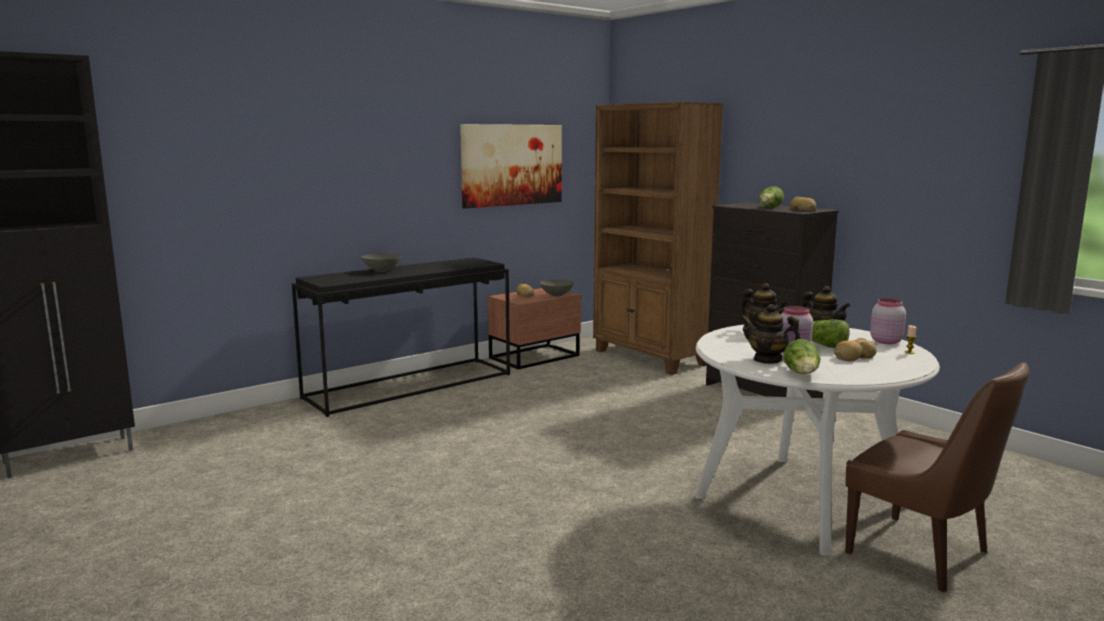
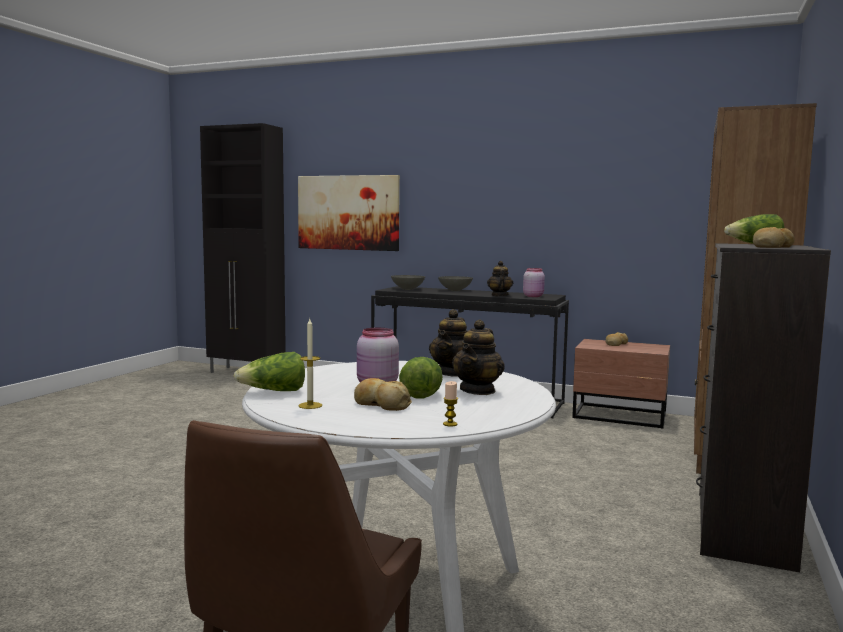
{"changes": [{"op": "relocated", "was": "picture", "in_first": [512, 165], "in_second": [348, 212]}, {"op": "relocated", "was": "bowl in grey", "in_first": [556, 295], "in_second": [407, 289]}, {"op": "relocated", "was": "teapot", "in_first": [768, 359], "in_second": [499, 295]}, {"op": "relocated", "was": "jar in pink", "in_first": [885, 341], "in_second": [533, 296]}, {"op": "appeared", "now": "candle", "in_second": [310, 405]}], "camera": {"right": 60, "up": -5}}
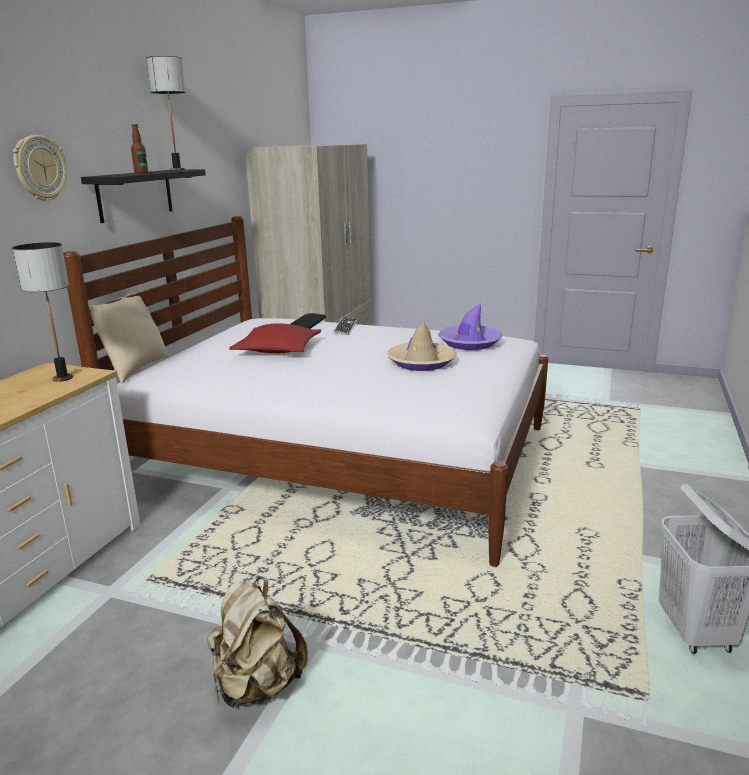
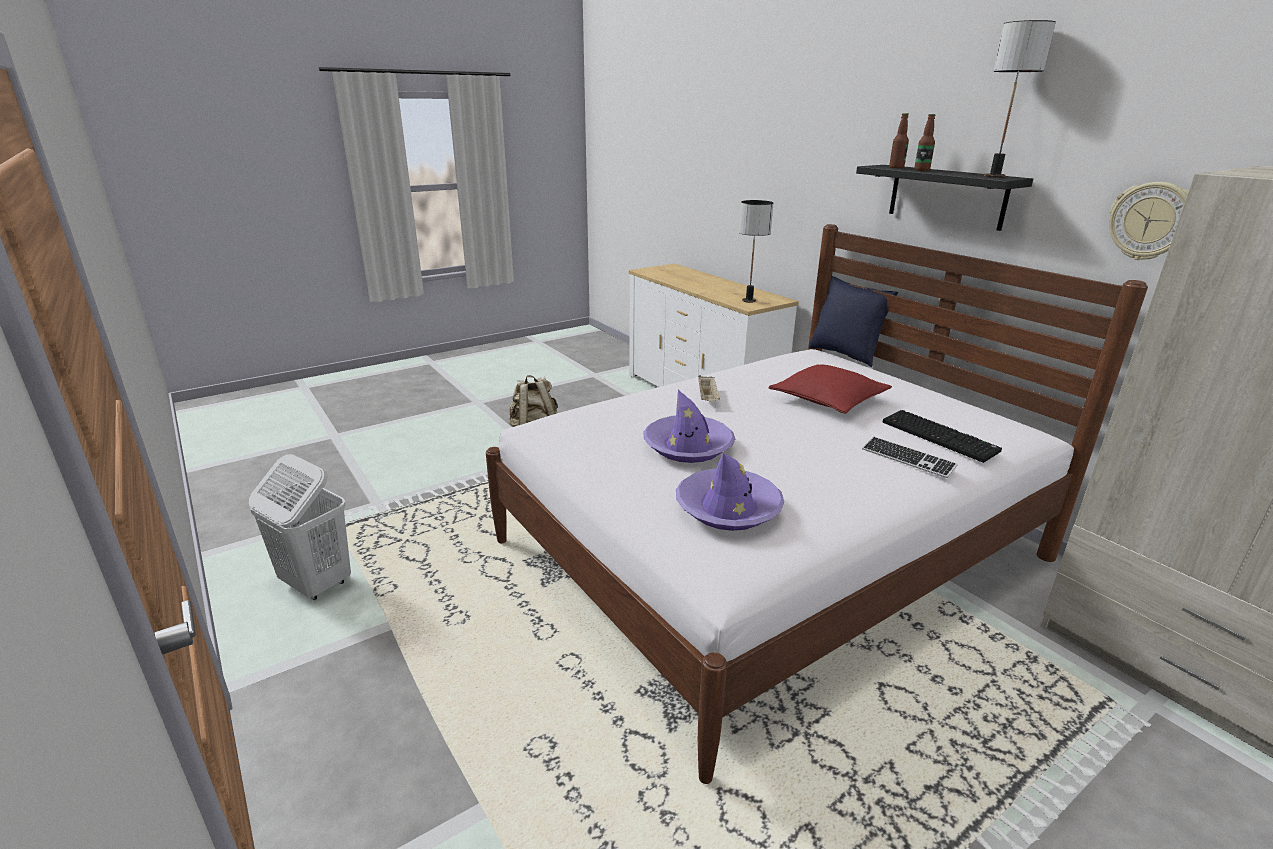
{"changes": [{"op": "relocated", "was": "wall clock", "in_first": [39, 168], "in_second": [1150, 221]}, {"op": "colour", "was": "pillow in beige", "now": "pillow in blue", "in_first": [134, 369], "in_second": [845, 355]}, {"op": "colour", "was": "hat in beige", "now": "hat in purple", "in_first": [421, 362], "in_second": [688, 447]}, {"op": "appeared", "now": "tray in beige", "in_second": [708, 398]}, {"op": "appeared", "now": "bottle", "in_second": [896, 167]}], "camera": {"right": 125, "up": 5}}
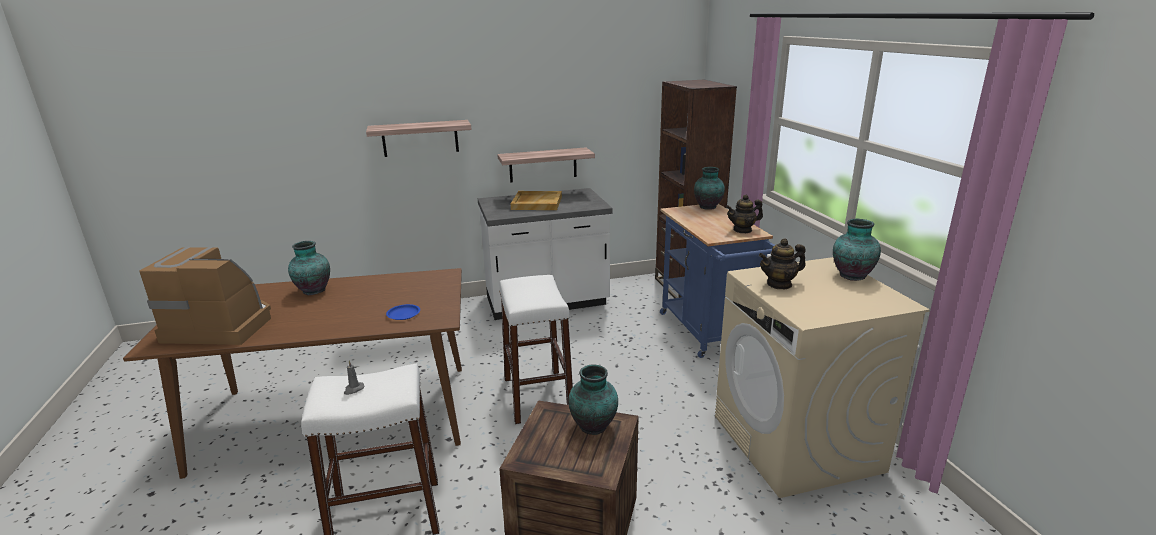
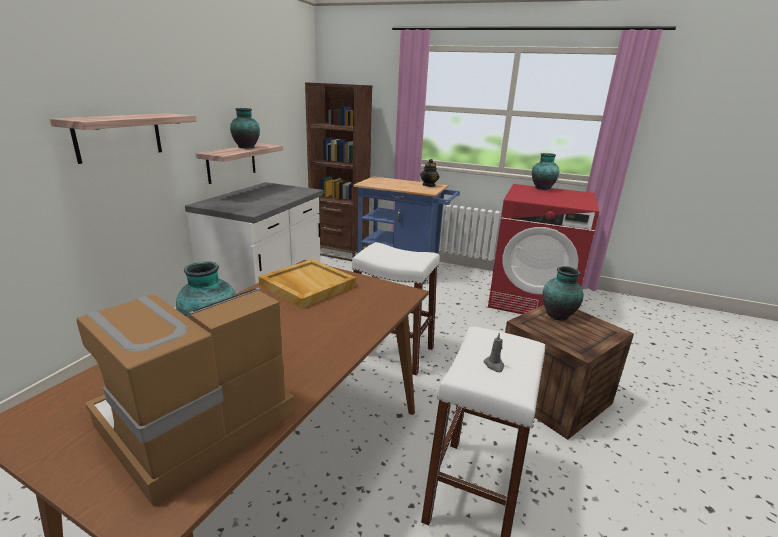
{"changes": [{"op": "missing", "was": "plate in blue", "in_first": [403, 314]}, {"op": "relocated", "was": "tray in beige", "in_first": [536, 203], "in_second": [307, 285]}, {"op": "relocated", "was": "vase", "in_first": [708, 207], "in_second": [247, 147]}, {"op": "colour", "was": "washing machine in beige", "now": "washing machine in red", "in_first": [796, 443], "in_second": [532, 300]}, {"op": "missing", "was": "teapot", "in_first": [779, 284]}], "camera": {"right": -55, "up": 0}}
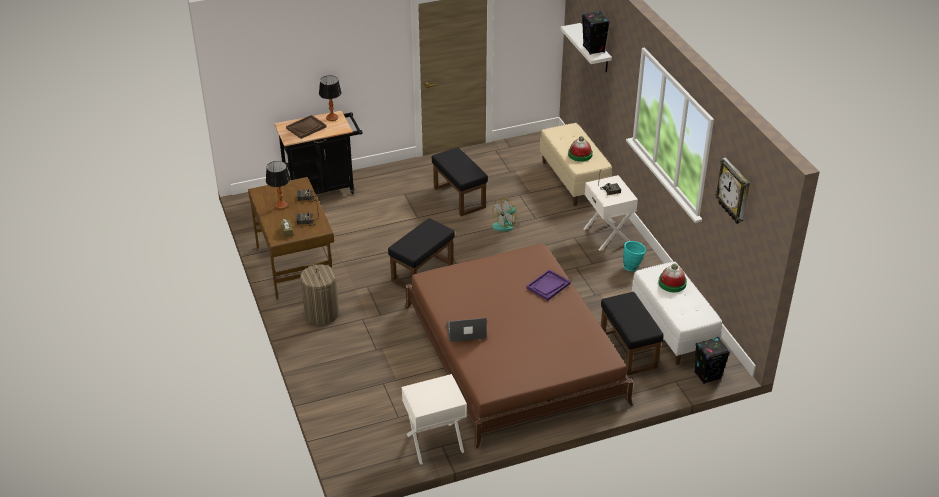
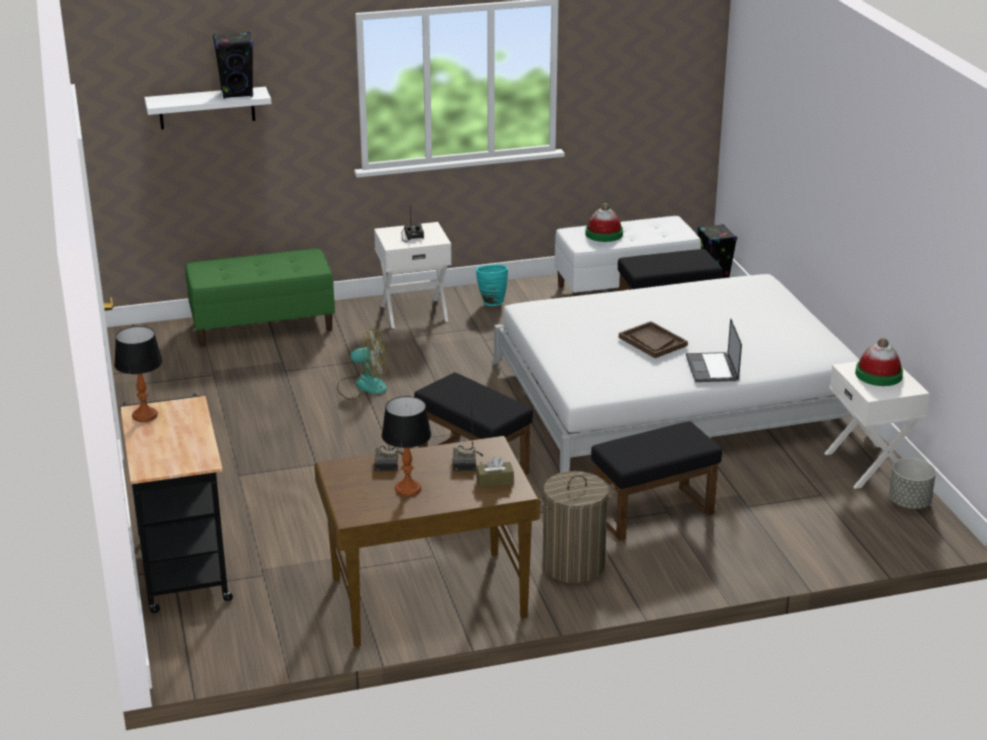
{"changes": [{"op": "relocated", "was": "tray in brown", "in_first": [306, 127], "in_second": [652, 341]}, {"op": "colour", "was": "bed in brown", "now": "bed in white", "in_first": [513, 353], "in_second": [674, 398]}, {"op": "relocated", "was": "ottoman in black", "in_first": [458, 197], "in_second": [652, 514]}, {"op": "spun", "was": "fan", "in_first": [506, 224], "in_second": [363, 385], "clockwise": -45}, {"op": "missing", "was": "tray in purple", "in_first": [548, 286]}, {"op": "colour", "was": "bench in beige", "now": "bench in green", "in_first": [574, 180], "in_second": [263, 325]}, {"op": "relocated", "was": "hat", "in_first": [580, 154], "in_second": [878, 374]}, {"op": "missing", "was": "wall clock", "in_first": [734, 191]}, {"op": "appeared", "now": "planter in grey", "in_second": [909, 503]}], "camera": {"right": -85, "up": -10}}
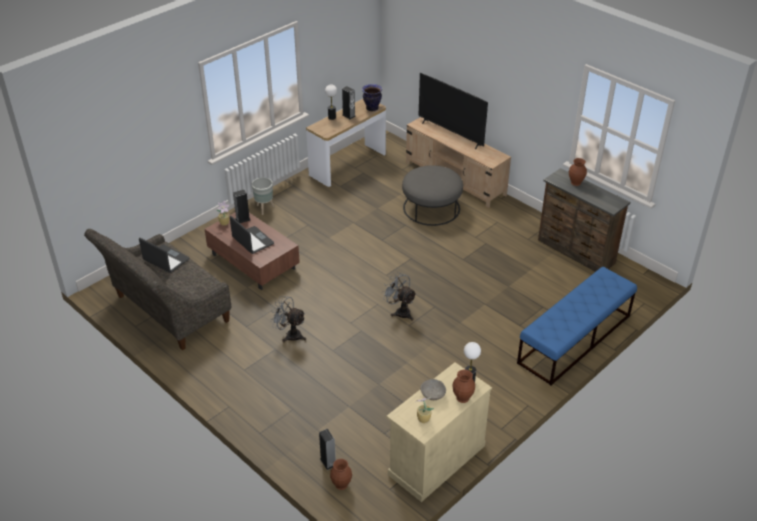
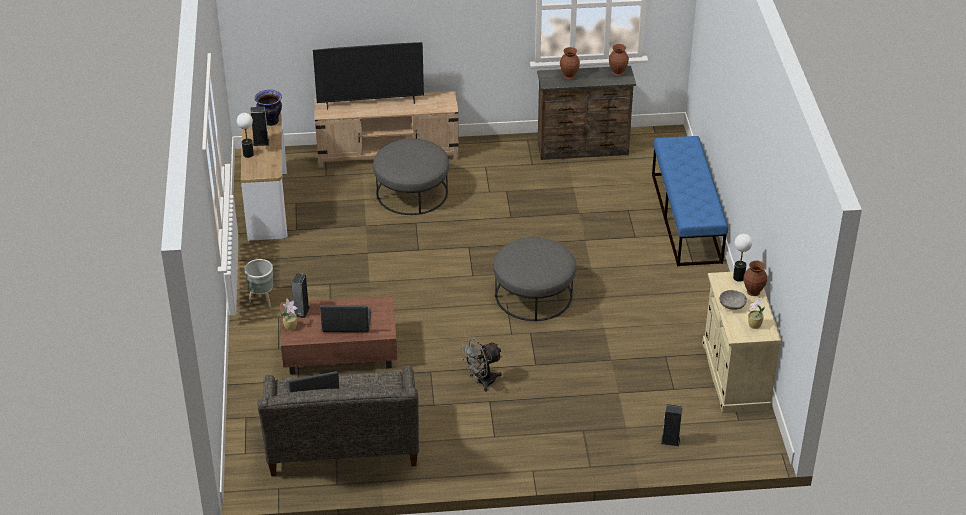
{"changes": [{"op": "relocated", "was": "vase in brown", "in_first": [341, 485], "in_second": [618, 72]}, {"op": "exchanged", "was": "fan in grey", "now": "ottoman in grey", "in_first": [400, 311], "in_second": [534, 295]}], "camera": {"right": -50, "up": 0}}
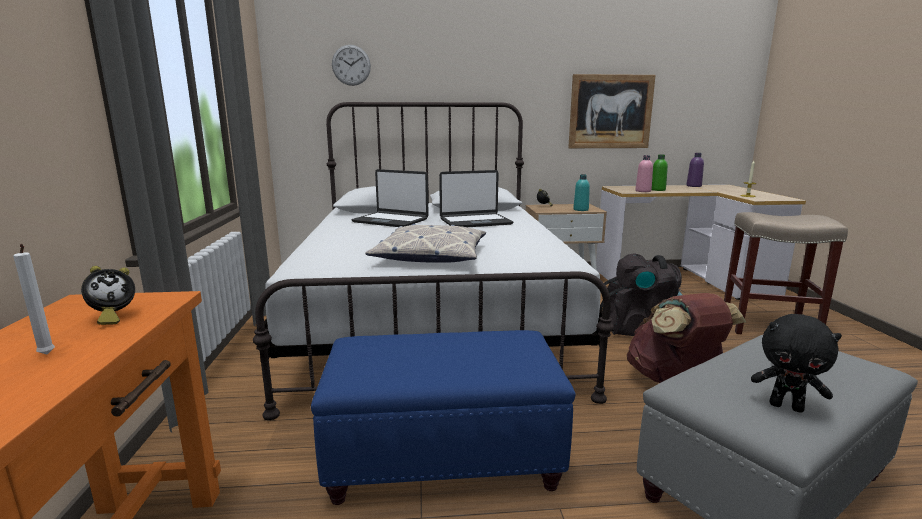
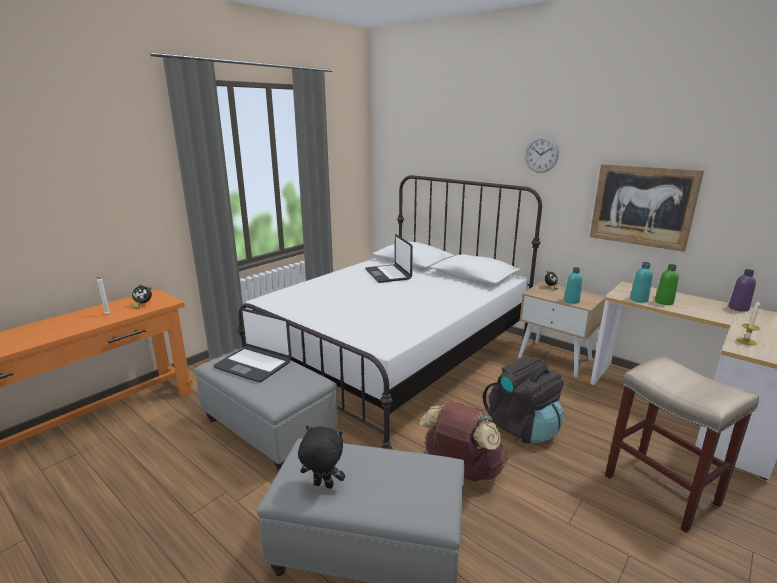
{"changes": [{"op": "colour", "was": "ottoman in blue", "now": "ottoman in grey", "in_first": [445, 457], "in_second": [269, 429]}, {"op": "relocated", "was": "wall clock", "in_first": [351, 65], "in_second": [541, 154]}, {"op": "missing", "was": "pillow", "in_first": [431, 255]}, {"op": "relocated", "was": "laptop", "in_first": [475, 222], "in_second": [254, 364]}, {"op": "colour", "was": "bottle in pink", "now": "bottle in turquoise", "in_first": [643, 191], "in_second": [639, 299]}, {"op": "spun", "was": "plush toy in black", "in_first": [786, 406], "in_second": [322, 486], "clockwise": 120}], "camera": {"right": 45, "up": 5}}
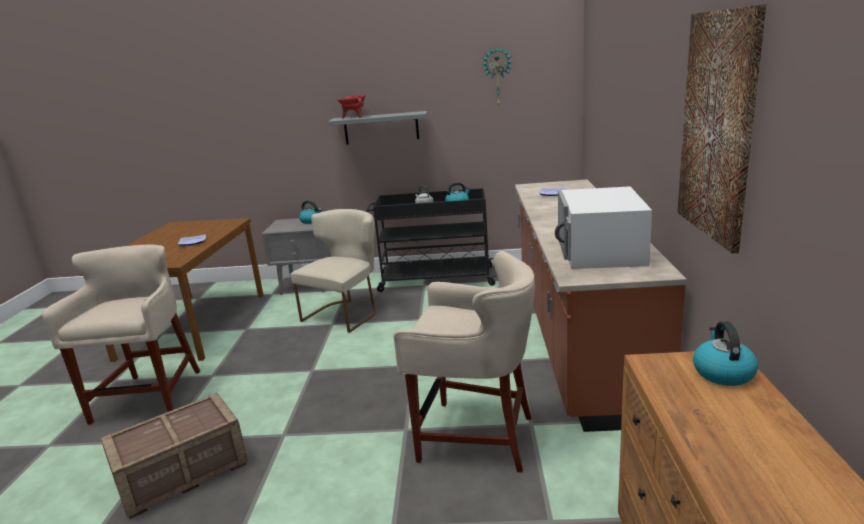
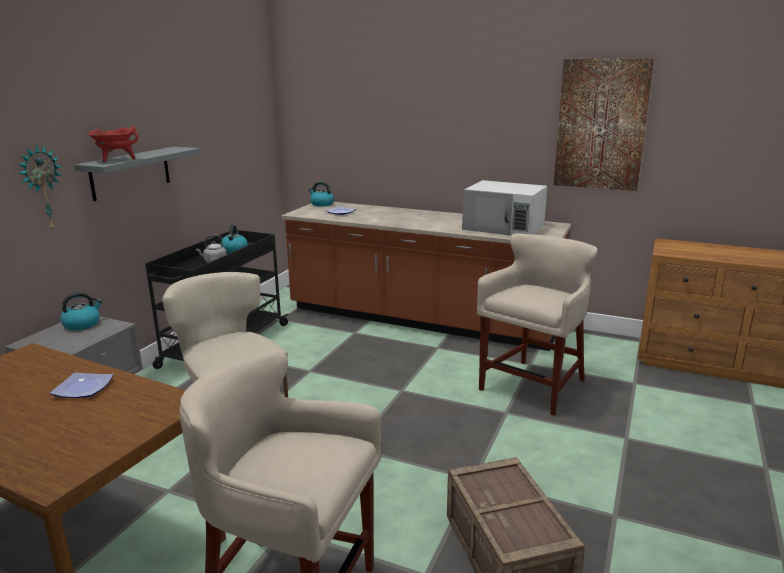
{"changes": [{"op": "relocated", "was": "wall clock", "in_first": [497, 76], "in_second": [42, 189]}, {"op": "relocated", "was": "kettle", "in_first": [722, 372], "in_second": [321, 204]}], "camera": {"right": -70, "up": 0}}
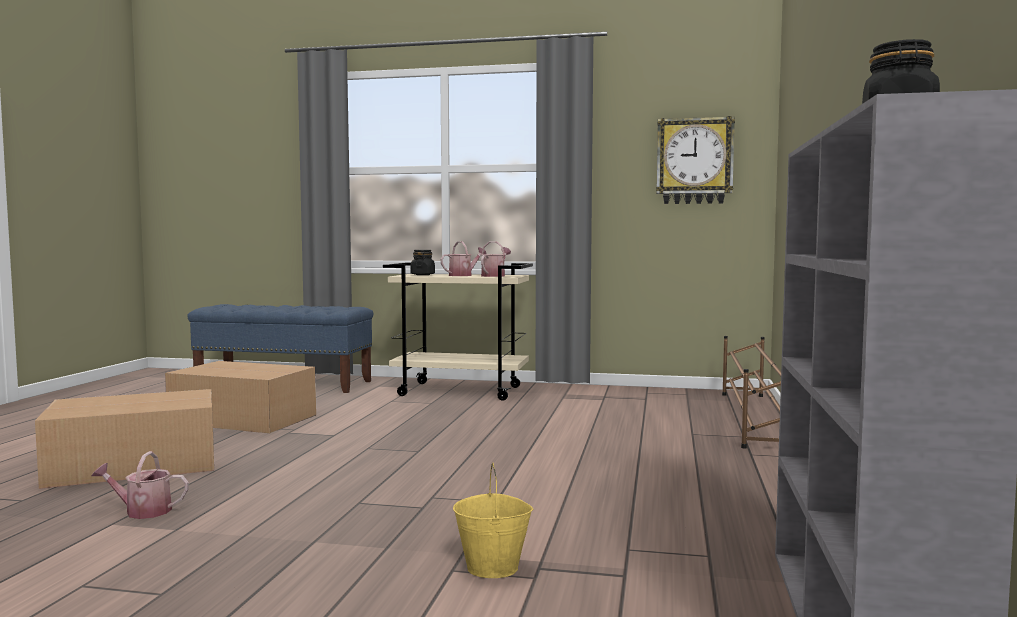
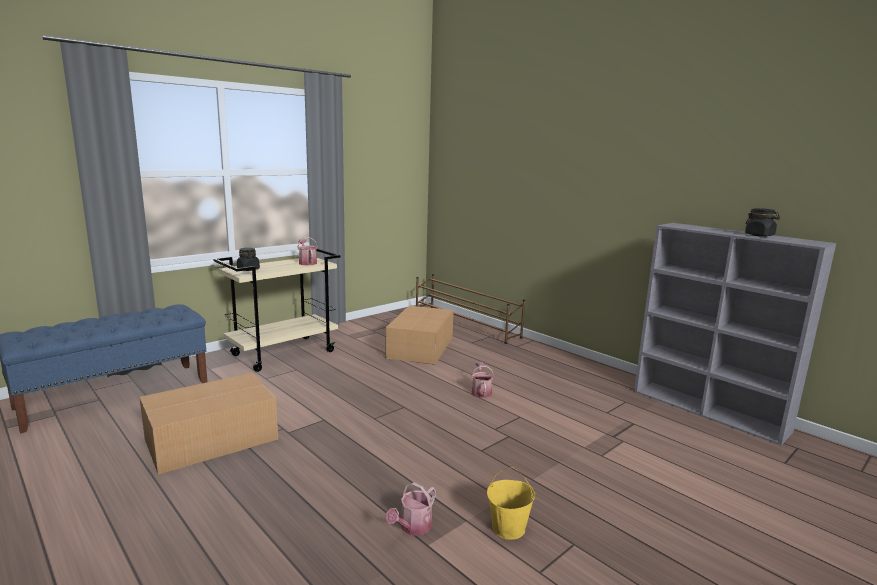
{"changes": [{"op": "relocated", "was": "cardboard box", "in_first": [137, 465], "in_second": [421, 347]}, {"op": "relocated", "was": "watering can", "in_first": [463, 275], "in_second": [481, 392]}, {"op": "relocated", "was": "bucket in yellow", "in_first": [493, 568], "in_second": [508, 528]}, {"op": "missing", "was": "wall clock", "in_first": [694, 161]}], "camera": {"right": -55, "up": 10}}
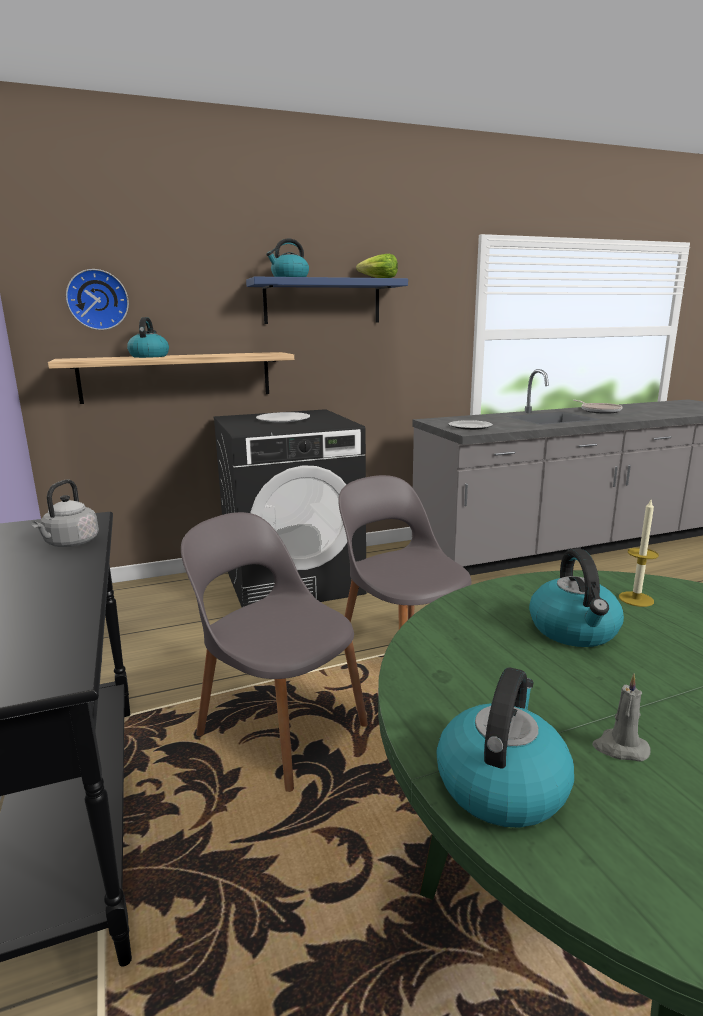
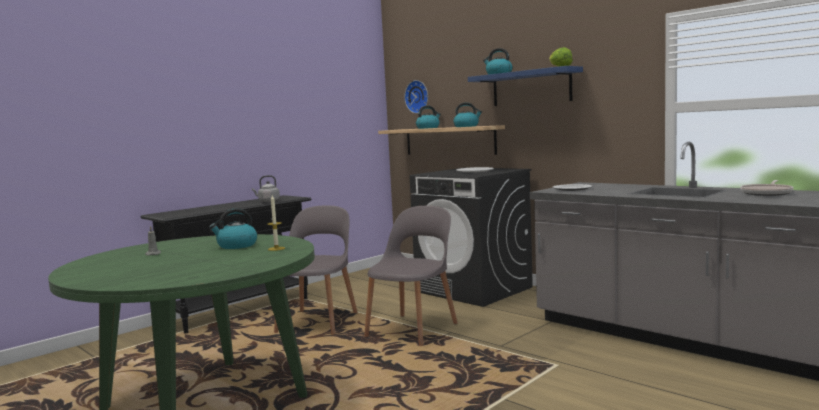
{"changes": [{"op": "relocated", "was": "kettle", "in_first": [501, 783], "in_second": [466, 126]}], "camera": {"right": 65, "up": -10}}
